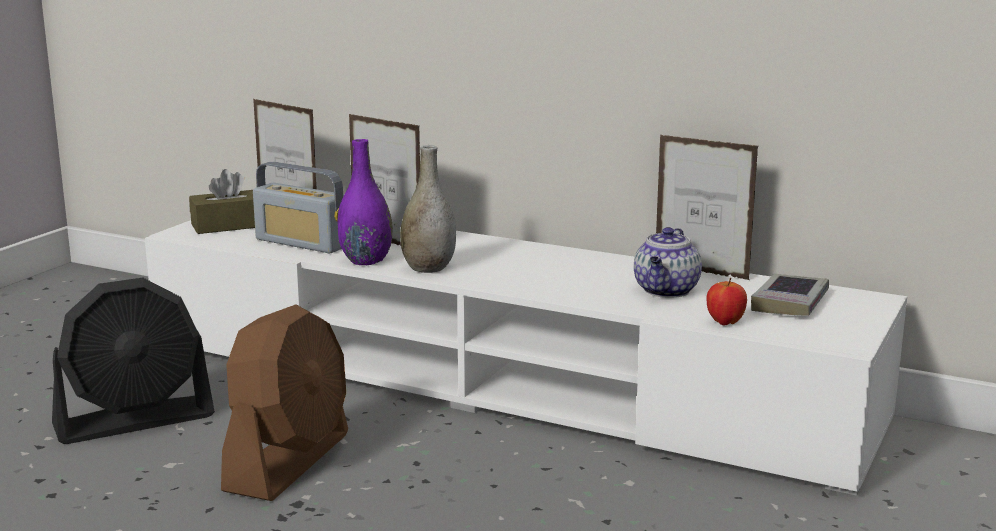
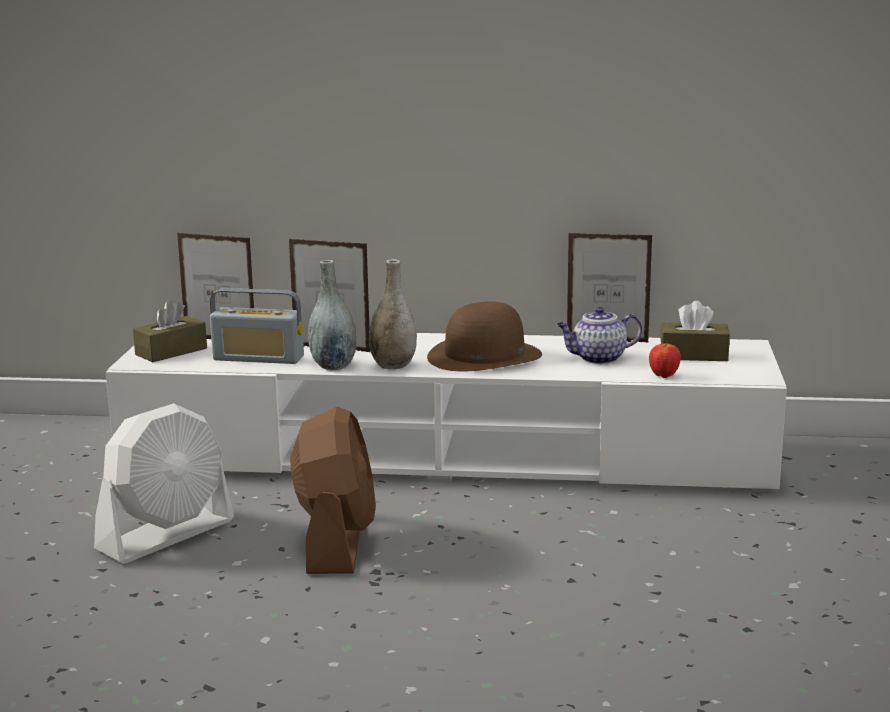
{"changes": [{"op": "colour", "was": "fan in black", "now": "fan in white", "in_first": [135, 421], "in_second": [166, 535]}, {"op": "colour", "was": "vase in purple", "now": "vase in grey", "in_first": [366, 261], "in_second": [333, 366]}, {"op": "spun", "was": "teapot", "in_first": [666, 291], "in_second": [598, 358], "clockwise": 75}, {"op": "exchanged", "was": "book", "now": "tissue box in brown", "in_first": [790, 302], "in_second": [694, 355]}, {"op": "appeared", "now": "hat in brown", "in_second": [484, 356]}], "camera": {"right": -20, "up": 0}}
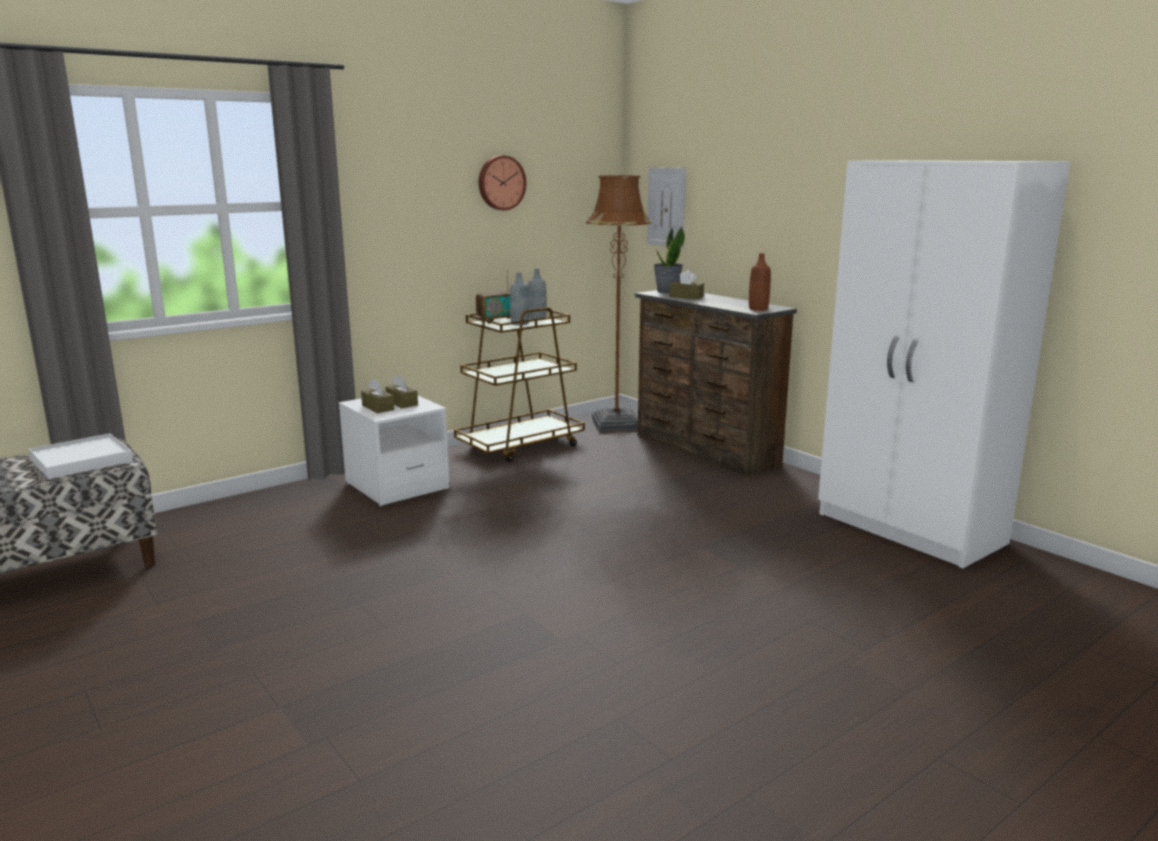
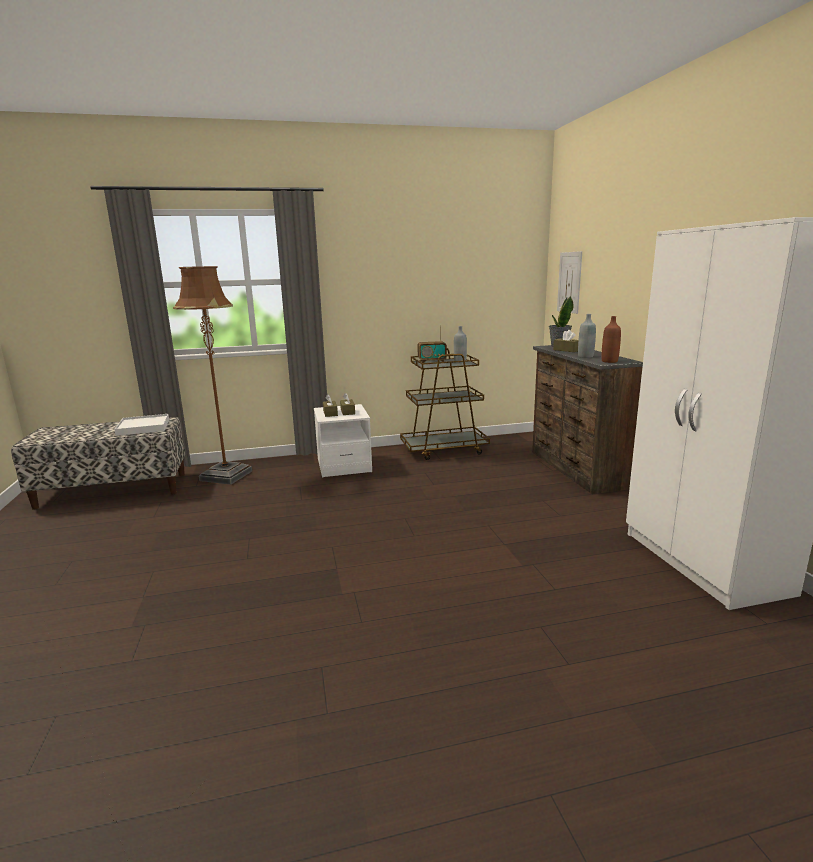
{"changes": [{"op": "missing", "was": "wall clock", "in_first": [501, 183]}, {"op": "relocated", "was": "bottle in grey", "in_first": [520, 324], "in_second": [585, 356]}, {"op": "relocated", "was": "floor lamp in brown", "in_first": [616, 424], "in_second": [226, 476]}], "camera": {"right": 25, "up": 0}}
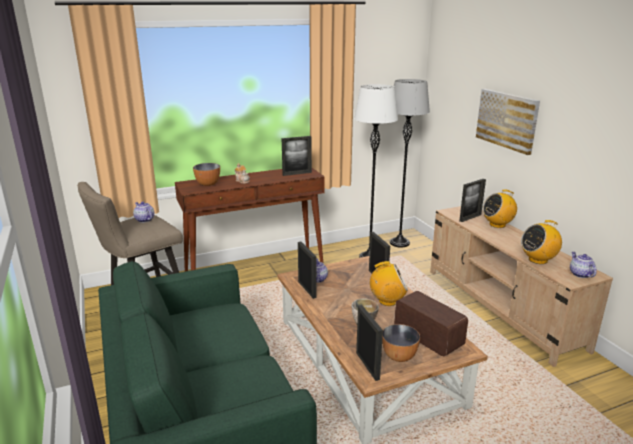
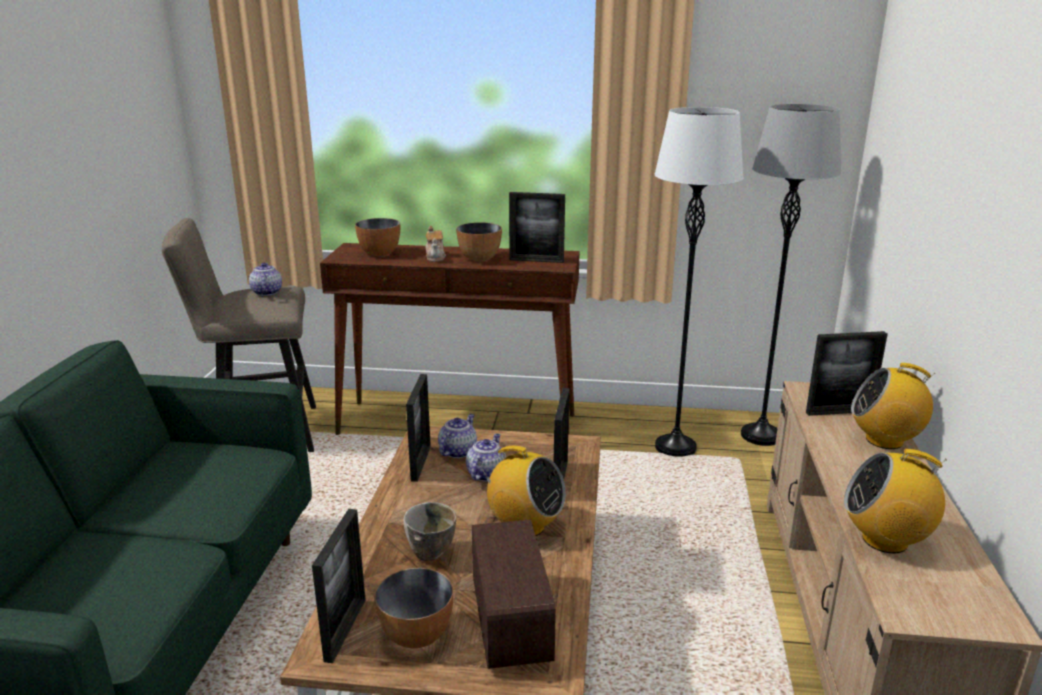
{"changes": [{"op": "missing", "was": "picture", "in_first": [507, 120]}, {"op": "relocated", "was": "teapot", "in_first": [580, 274], "in_second": [486, 474]}, {"op": "appeared", "now": "bowl", "in_second": [479, 258]}], "camera": {"right": 30, "up": 0}}
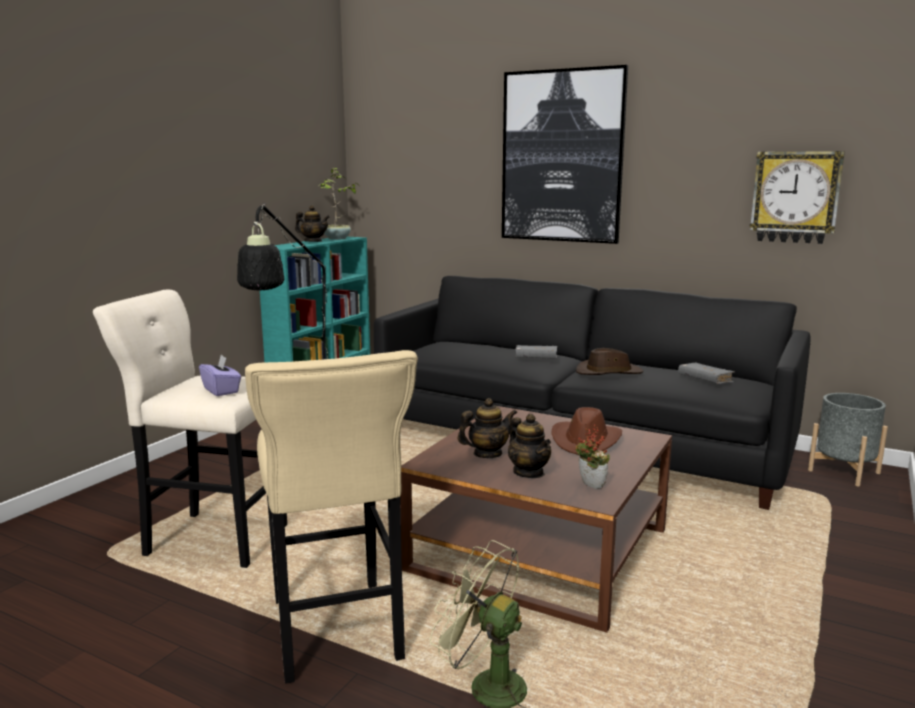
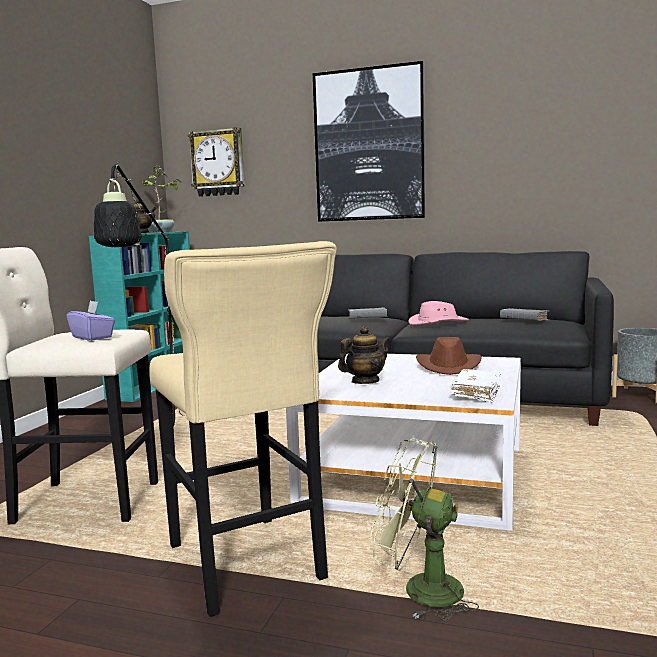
{"changes": [{"op": "colour", "was": "coffee table in brown", "now": "coffee table in white", "in_first": [540, 550], "in_second": [415, 475]}, {"op": "missing", "was": "teapot", "in_first": [529, 472]}, {"op": "exchanged", "was": "potted plant", "now": "book in white", "in_first": [589, 486], "in_second": [476, 393]}, {"op": "colour", "was": "hat in brown", "now": "hat in pink", "in_first": [608, 372], "in_second": [438, 323]}, {"op": "relocated", "was": "wall clock", "in_first": [795, 197], "in_second": [218, 163]}], "camera": {"right": -10, "up": -5}}
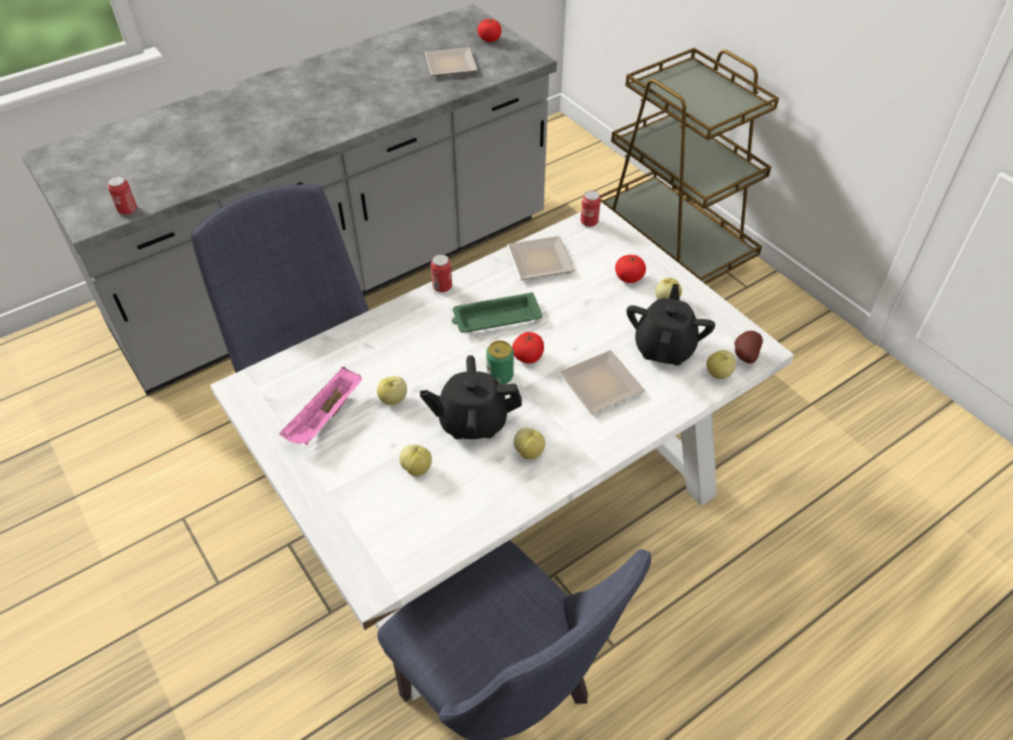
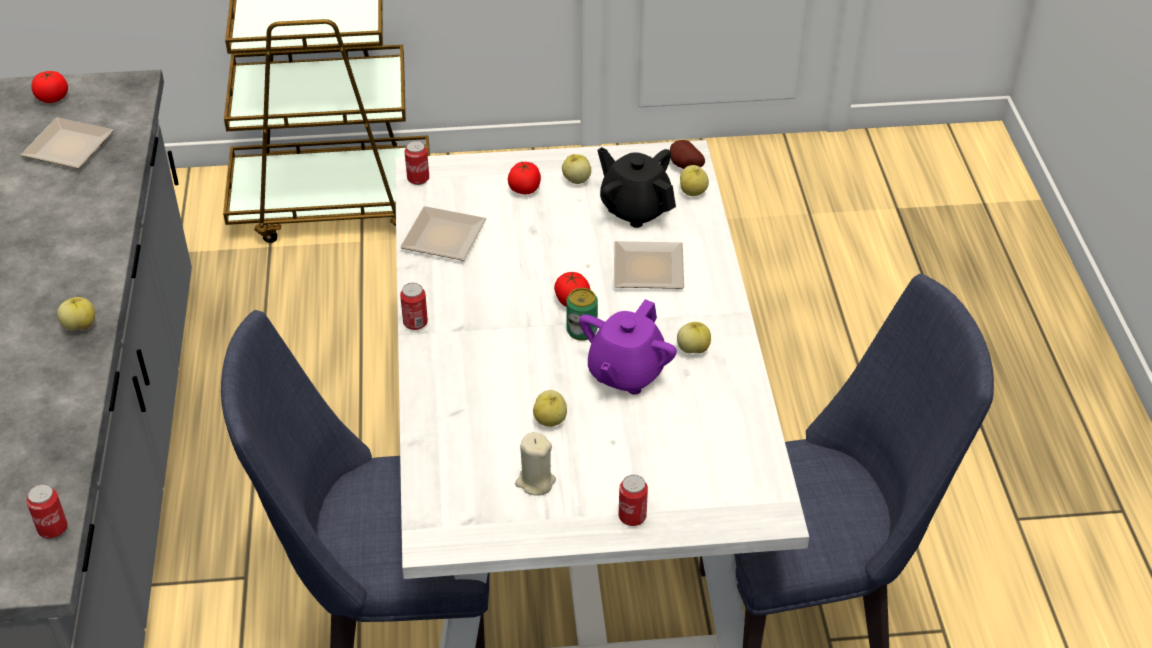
{"changes": [{"op": "exchanged", "was": "tray in pink", "now": "candle in beige", "in_first": [325, 418], "in_second": [535, 482]}, {"op": "relocated", "was": "apple", "in_first": [417, 468], "in_second": [80, 326]}, {"op": "colour", "was": "teapot in black", "now": "teapot in purple", "in_first": [472, 421], "in_second": [625, 373]}, {"op": "missing", "was": "tray in green", "in_first": [495, 318]}, {"op": "appeared", "now": "can", "in_second": [632, 517]}], "camera": {"right": -60, "up": -5}}
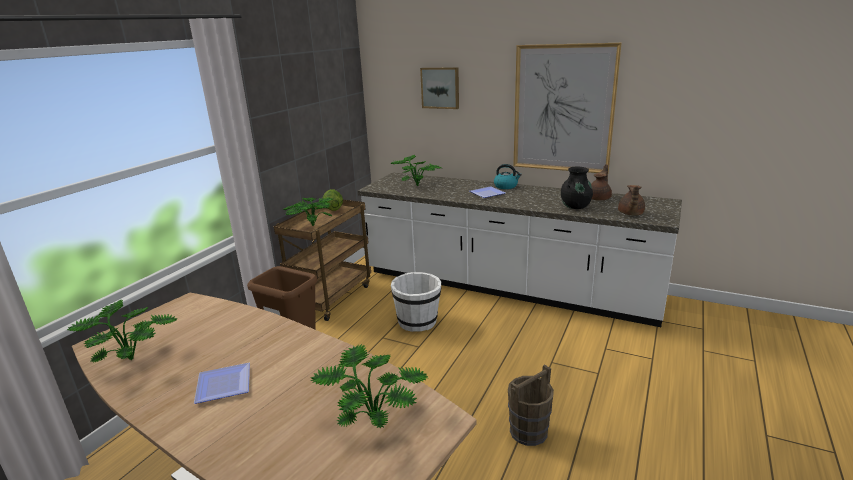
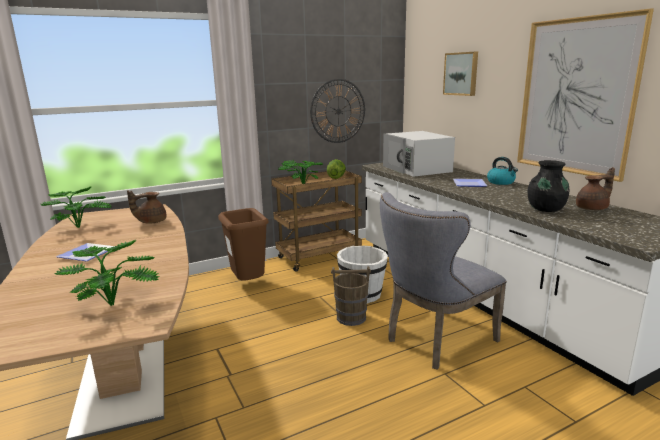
{"changes": [{"op": "exchanged", "was": "potted plant", "now": "microwave in white", "in_first": [417, 185], "in_second": [417, 169]}, {"op": "relocated", "was": "bucket in brown", "in_first": [529, 431], "in_second": [351, 318]}, {"op": "relocated", "was": "teapot in brown", "in_first": [630, 214], "in_second": [151, 222]}, {"op": "appeared", "now": "wall clock", "in_second": [338, 111]}, {"op": "appeared", "now": "chair in grey", "in_second": [435, 341]}], "camera": {"right": 35, "up": -5}}
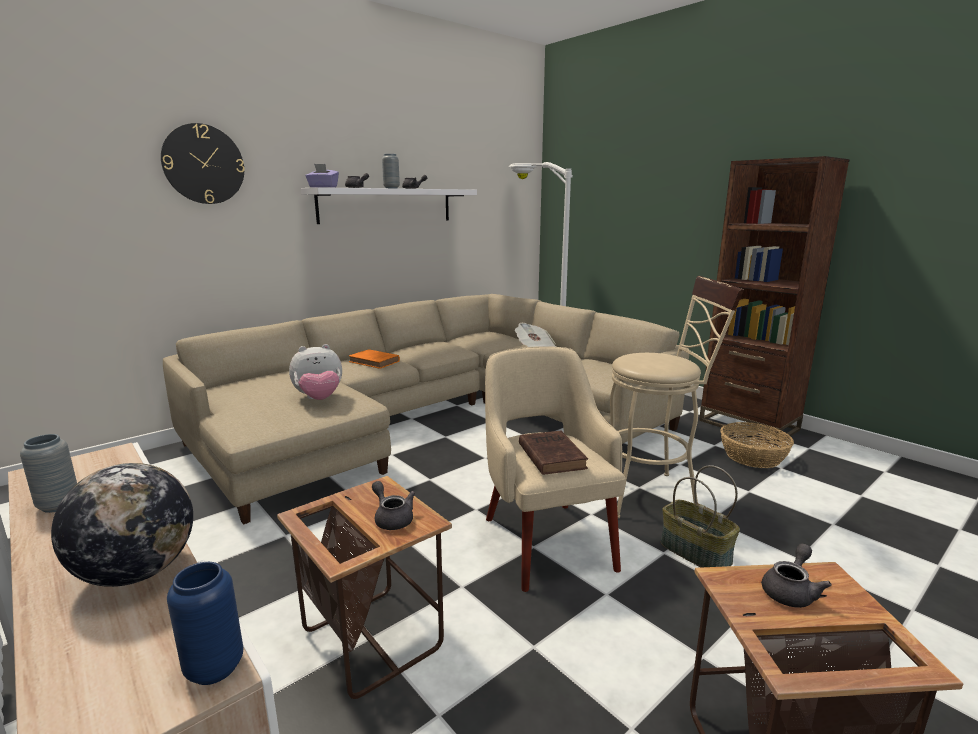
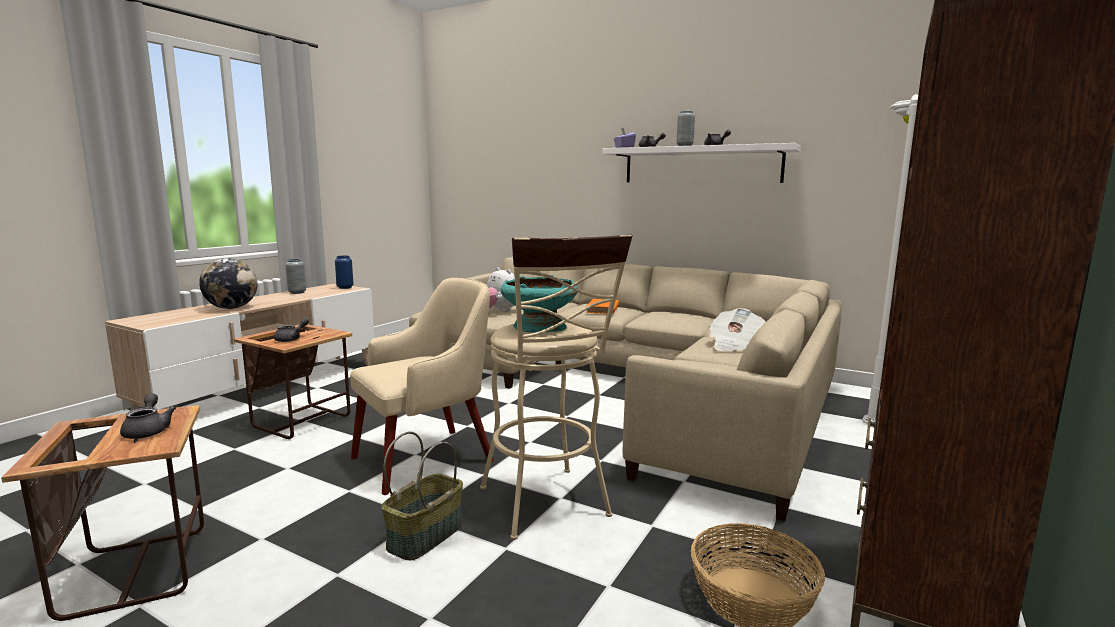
{"changes": [{"op": "missing", "was": "wall clock", "in_first": [203, 164]}, {"op": "relocated", "was": "vase in blue", "in_first": [214, 667], "in_second": [345, 287]}, {"op": "missing", "was": "book in brown", "in_first": [550, 455]}, {"op": "spun", "was": "teapot in grey", "in_first": [791, 591], "in_second": [148, 430], "clockwise": -135}, {"op": "appeared", "now": "bowl in turquoise", "in_second": [539, 327]}], "camera": {"right": 70, "up": -5}}
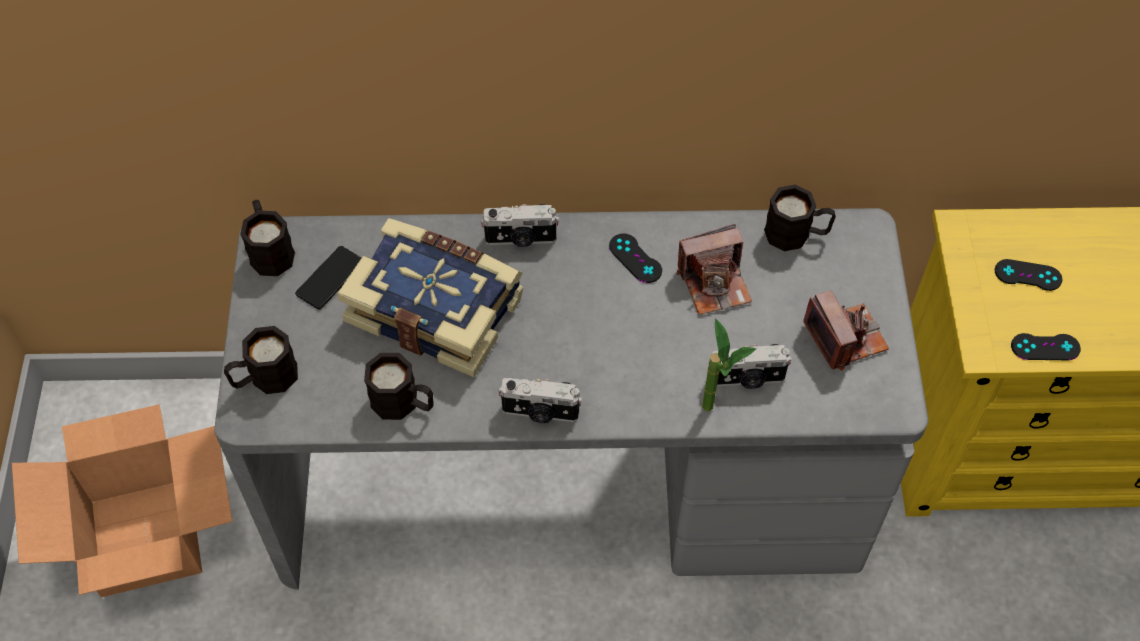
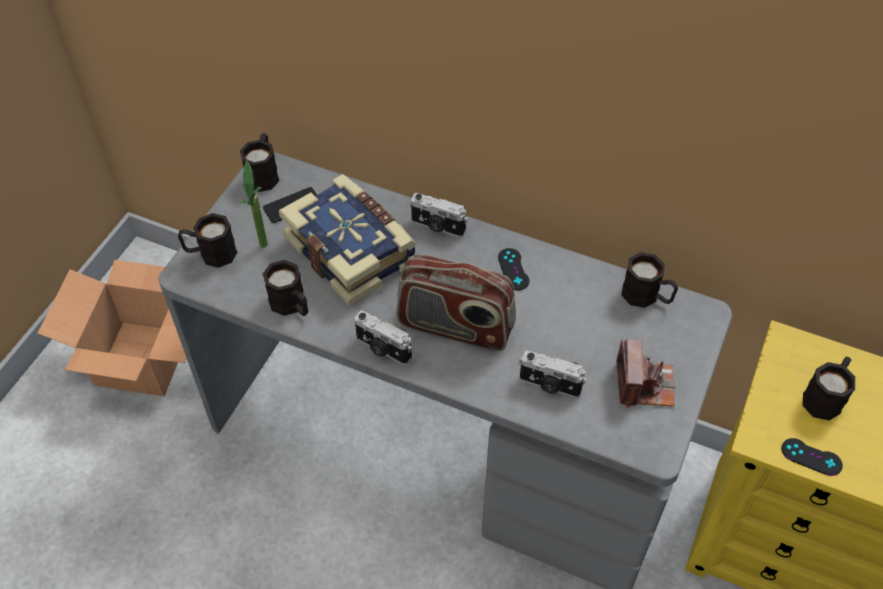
{"changes": [{"op": "missing", "was": "photo camera", "in_first": [714, 283]}, {"op": "relocated", "was": "potted plant", "in_first": [716, 413], "in_second": [265, 251]}, {"op": "exchanged", "was": "game controller in black", "now": "mug in black", "in_first": [1028, 275], "in_second": [825, 397]}, {"op": "appeared", "now": "radio", "in_second": [455, 327]}], "camera": {"right": 25, "up": -5}}
